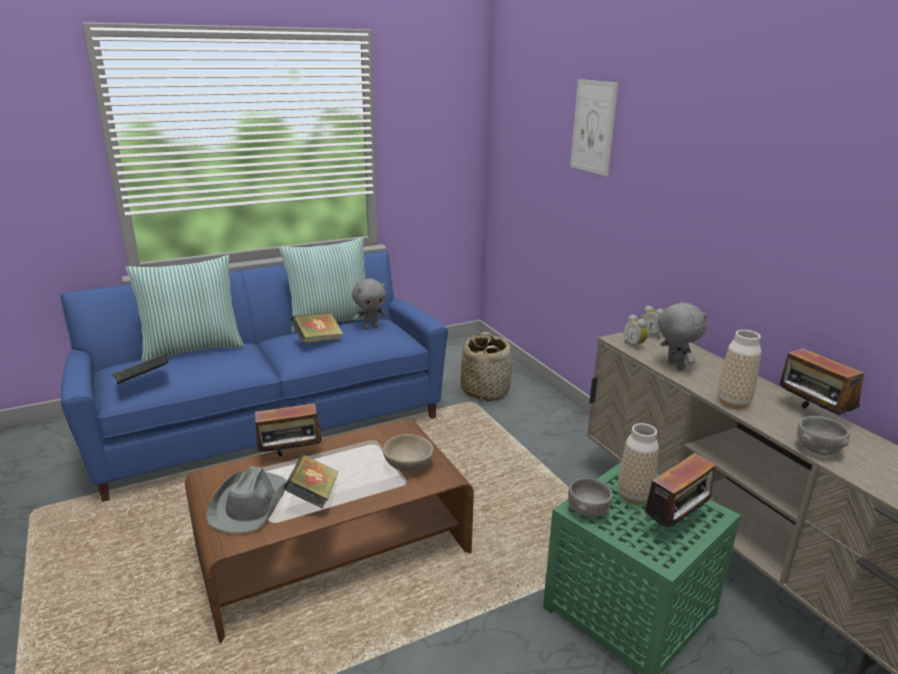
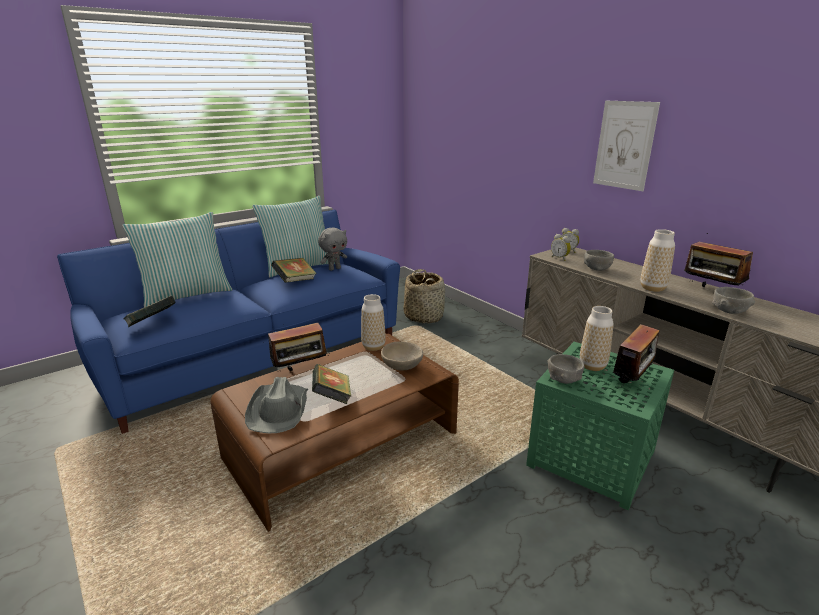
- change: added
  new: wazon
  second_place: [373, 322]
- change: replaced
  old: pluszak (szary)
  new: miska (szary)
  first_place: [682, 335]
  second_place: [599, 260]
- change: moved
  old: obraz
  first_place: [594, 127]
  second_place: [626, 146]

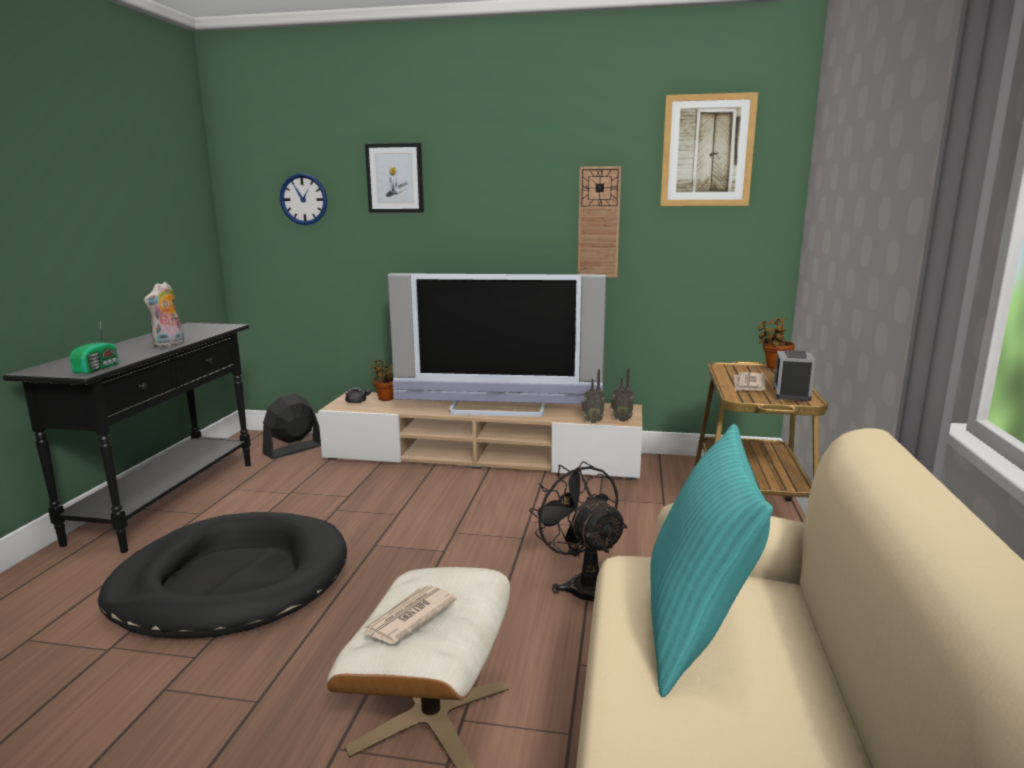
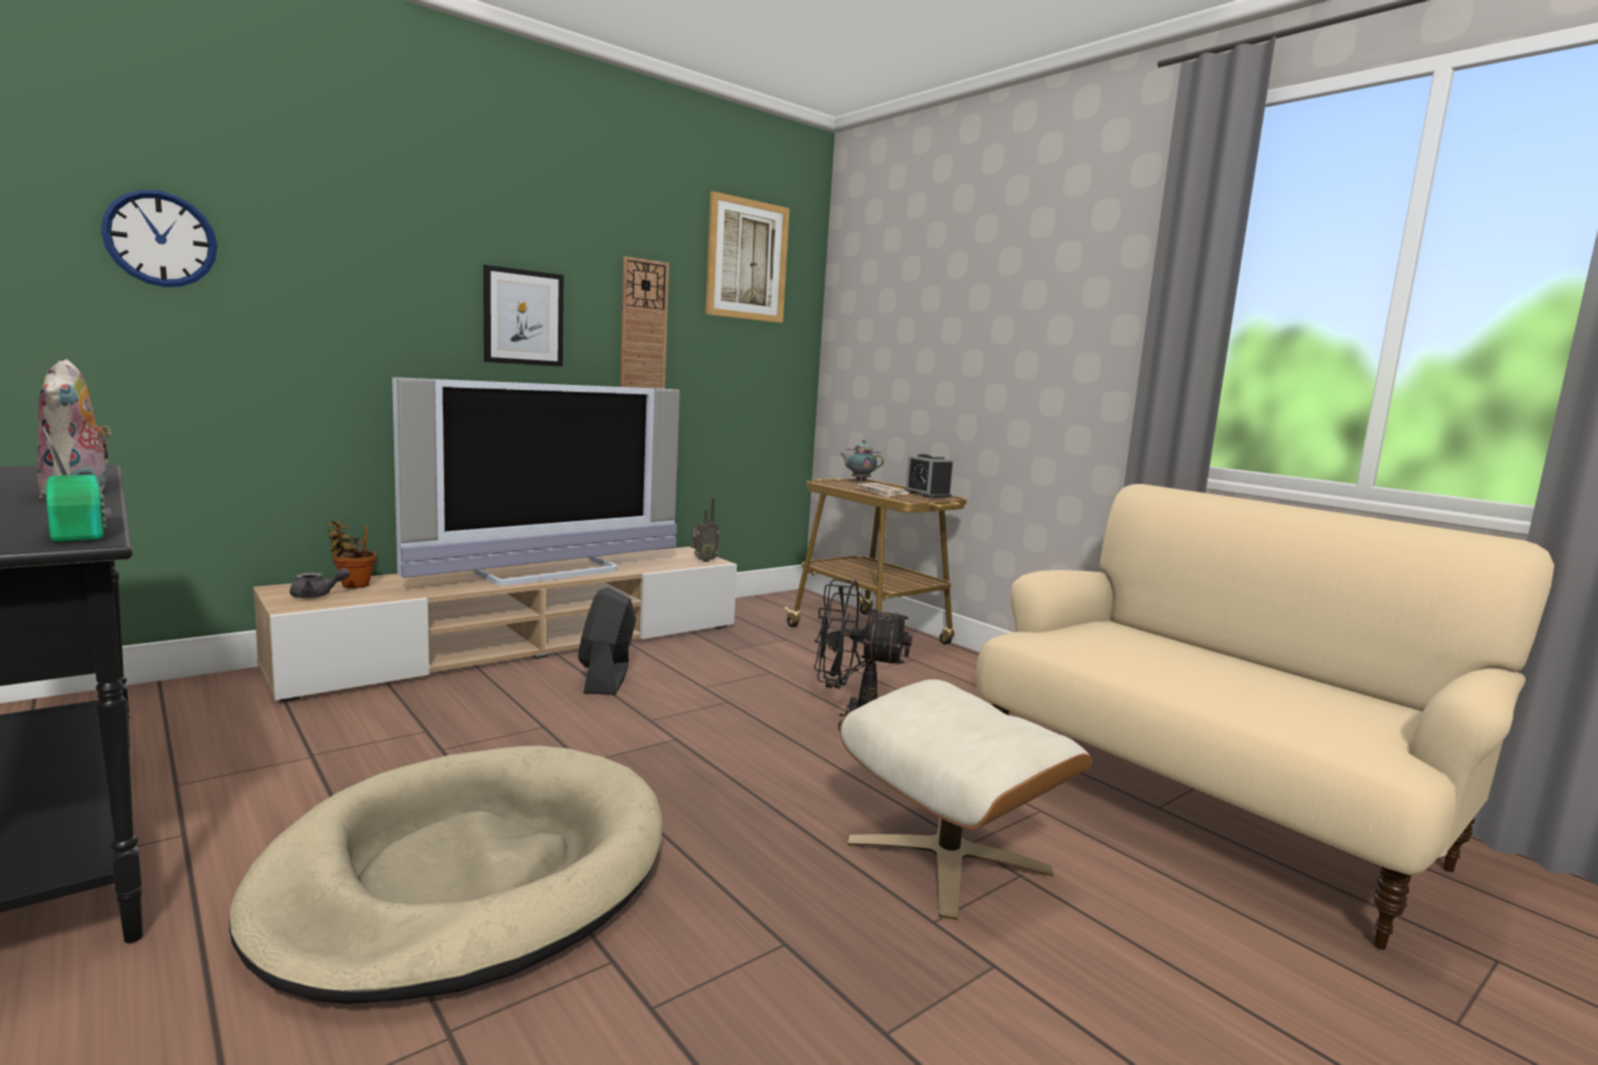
- change: recoloured
  old: legowisko (czarny)
  new: legowisko (beżowy)
  first_place: [222, 575]
  second_place: [446, 875]
- change: moved
  old: obraz
  first_place: [394, 178]
  second_place: [523, 316]
- change: moved
  old: wentylator (czarny)
  first_place: [292, 426]
  second_place: [607, 641]
- change: replaced
  old: roślina doniczkowa
  new: imbryk
  first_place: [776, 343]
  second_place: [862, 460]
- change: removed
  old: gazeta
  first_place: [409, 614]
- change: removed
  old: radio
  first_place: [592, 396]
- change: removed
  old: poduszka (turkusowy)
  first_place: [711, 560]

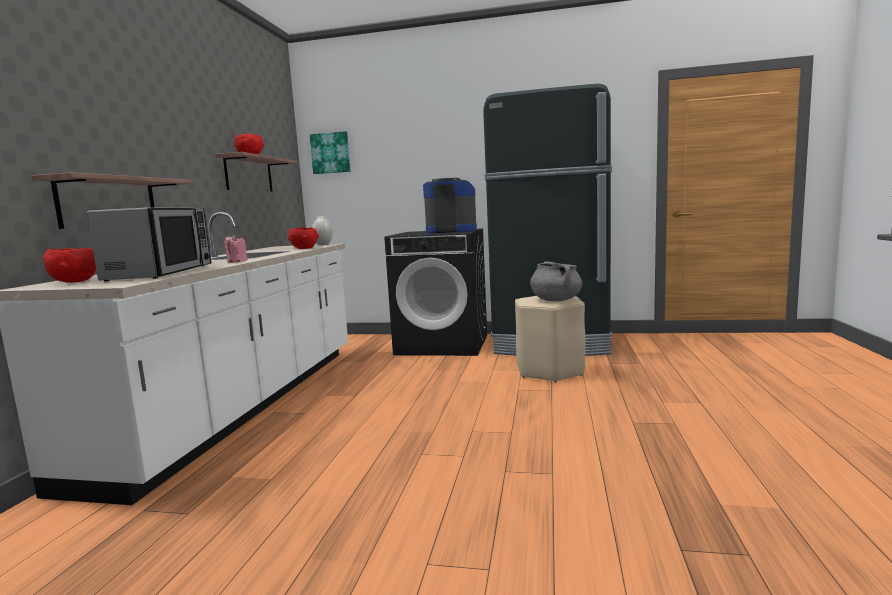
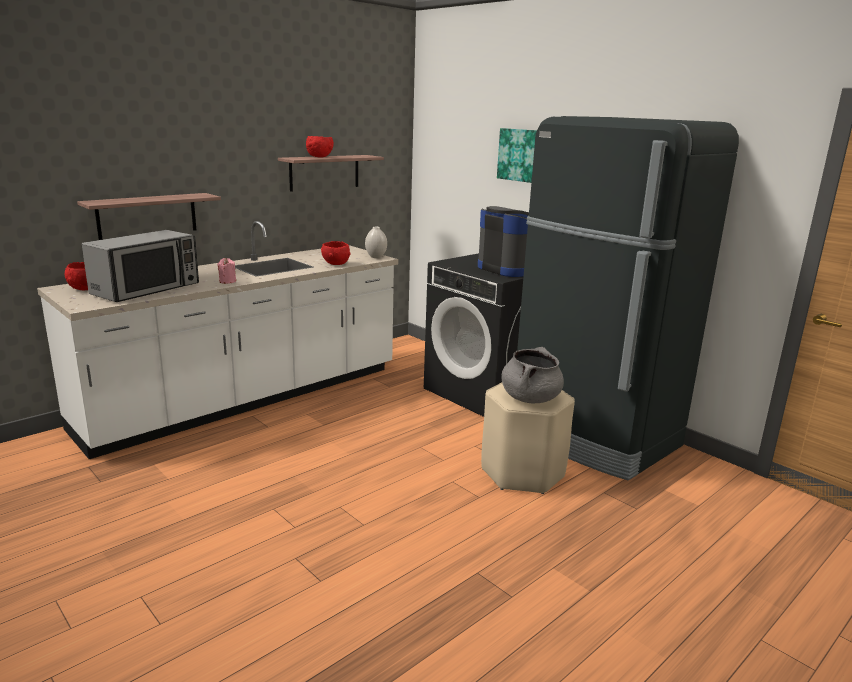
- change: moved
  old: obraz
  first_place: [330, 152]
  second_place: [517, 155]

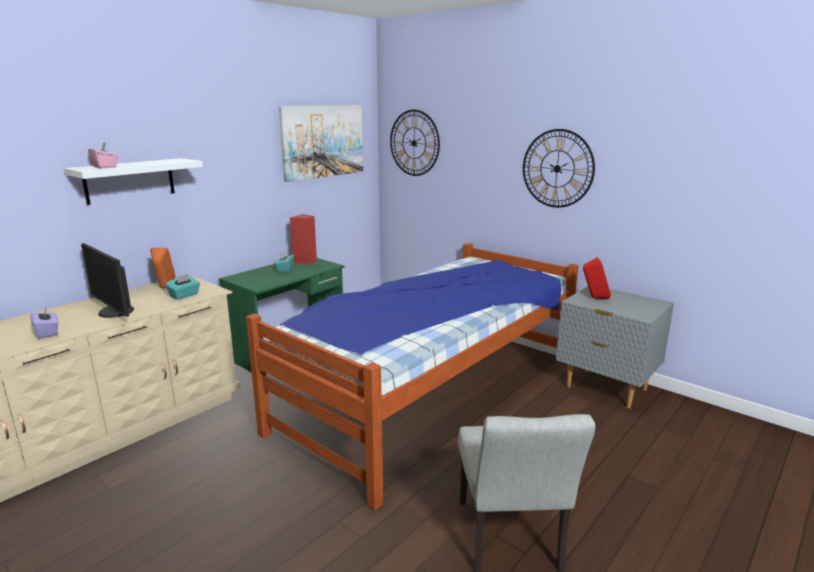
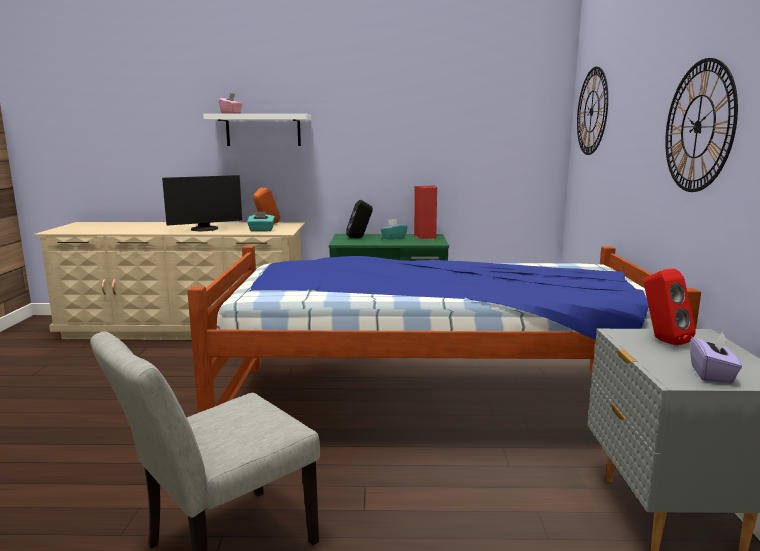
- change: turned
  old: monitor
  first_place: [107, 280]
  second_place: [202, 203]
  degrees: -120
- change: added
  new: głośnik (czarny)
  second_place: [359, 219]
- change: moved
  old: pudełko chusteczek (fioletowy)
  first_place: [44, 324]
  second_place: [716, 358]
- change: removed
  old: obraz
  first_place: [321, 143]

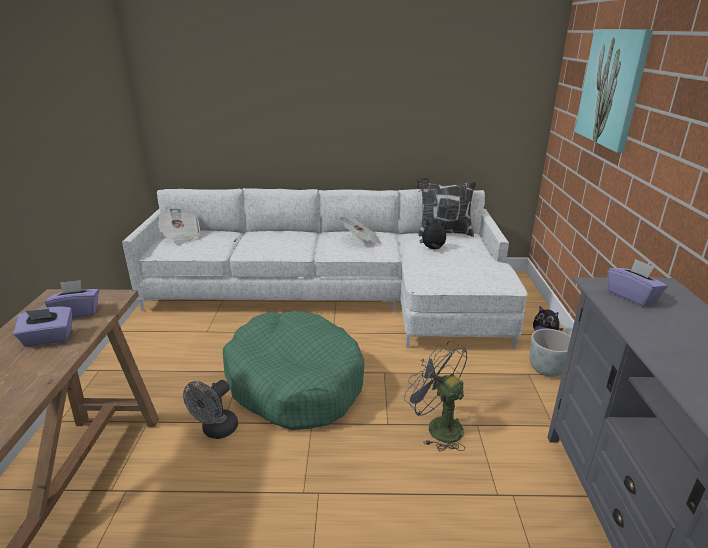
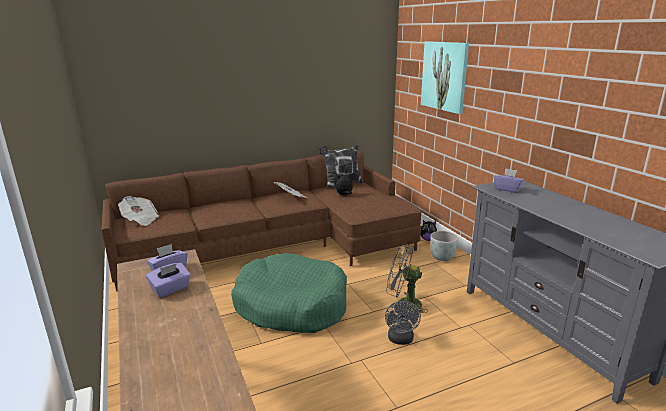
- change: recoloured
  old: kanapa (biały)
  new: kanapa (brązowy)
  first_place: [325, 268]
  second_place: [262, 221]
- change: moved
  old: wentylator (szary)
  first_place: [210, 409]
  second_place: [403, 322]

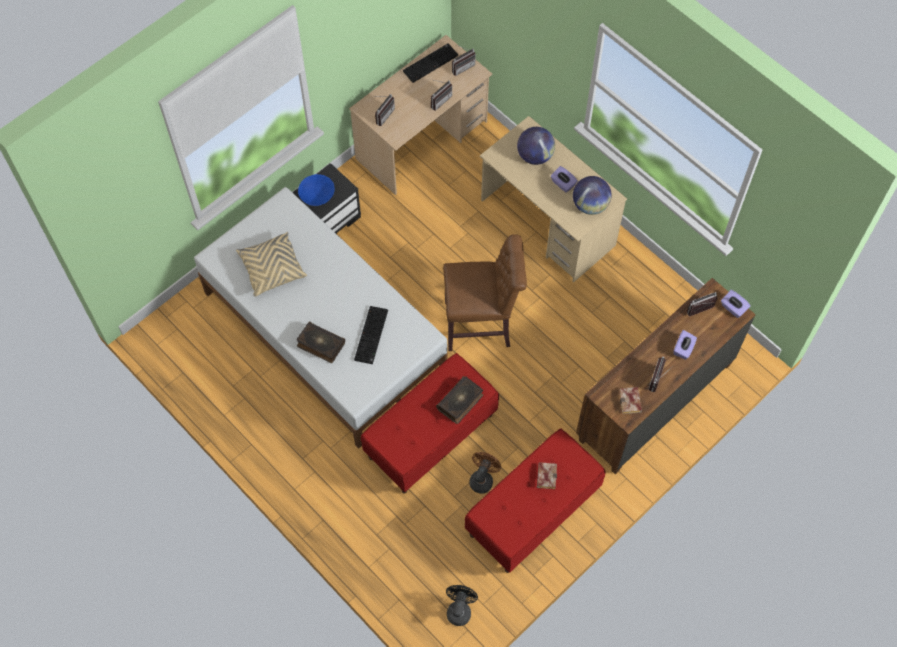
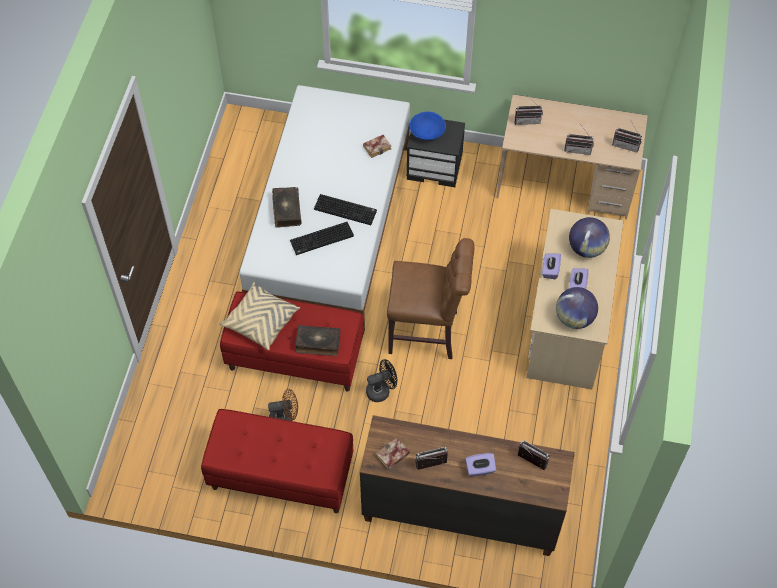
- change: moved
  old: poduszka (beżowy)
  first_place: [271, 264]
  second_place: [260, 316]
- change: moved
  old: klawiatura
  first_place: [430, 63]
  second_place: [345, 209]
- change: moved
  old: książka
  first_place: [547, 475]
  second_place: [377, 146]
- change: moved
  old: wentylator (czarny)
  first_place: [462, 605]
  second_place: [381, 380]
- change: turned
  old: krzesło (brązowy)
  first_place: [485, 292]
  second_place: [430, 298]
  degrees: -45
- change: moved
  old: pudełko chusteczek (fioletowy)
  first_place: [736, 304]
  second_place: [551, 266]

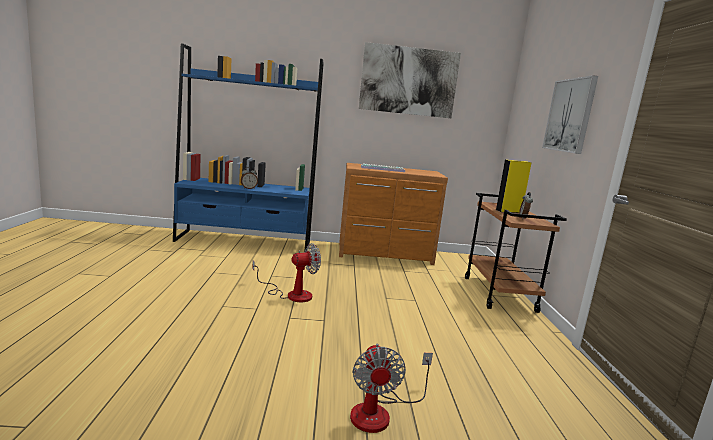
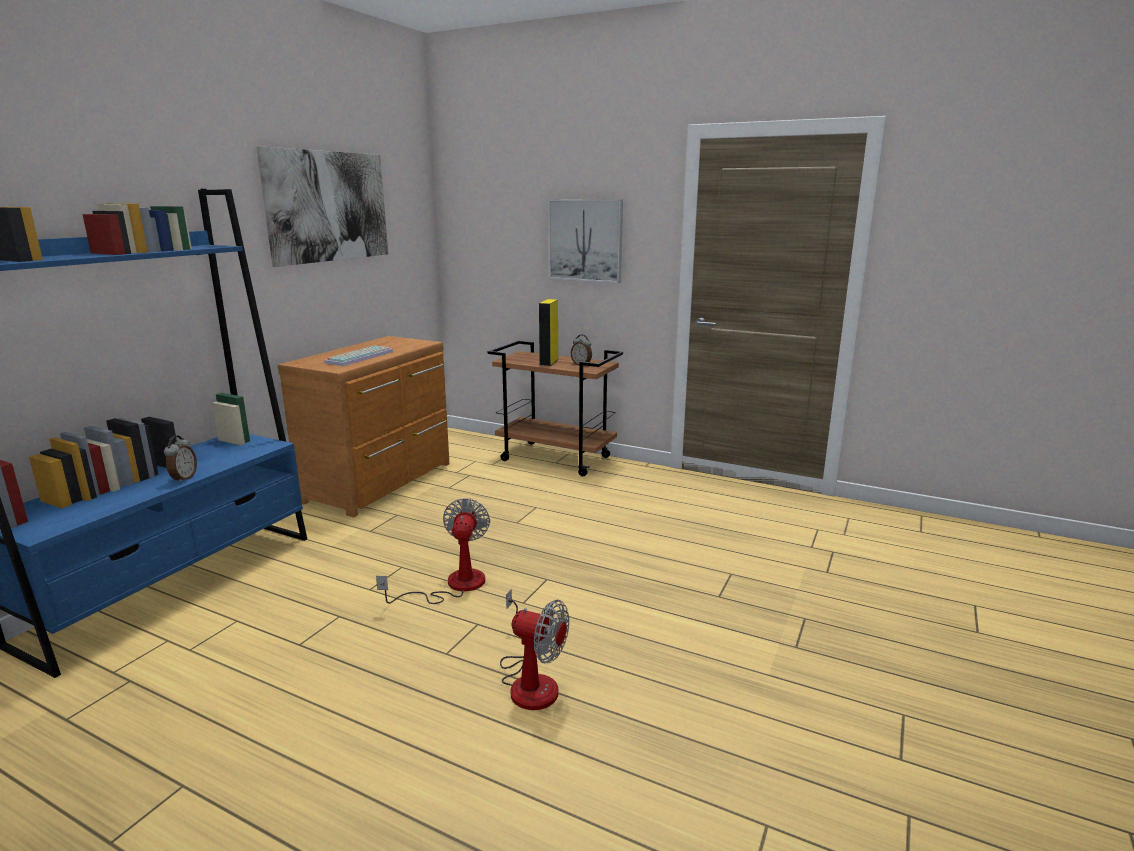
- change: moved
  old: wentylator
  first_place: [391, 388]
  second_place: [534, 649]

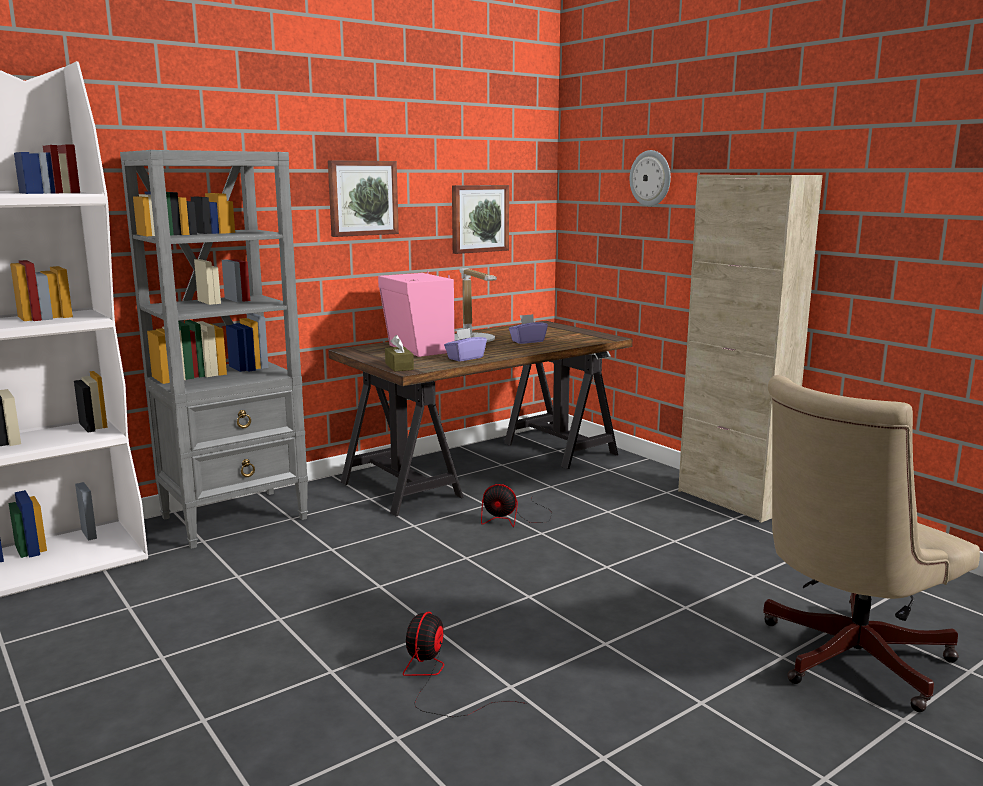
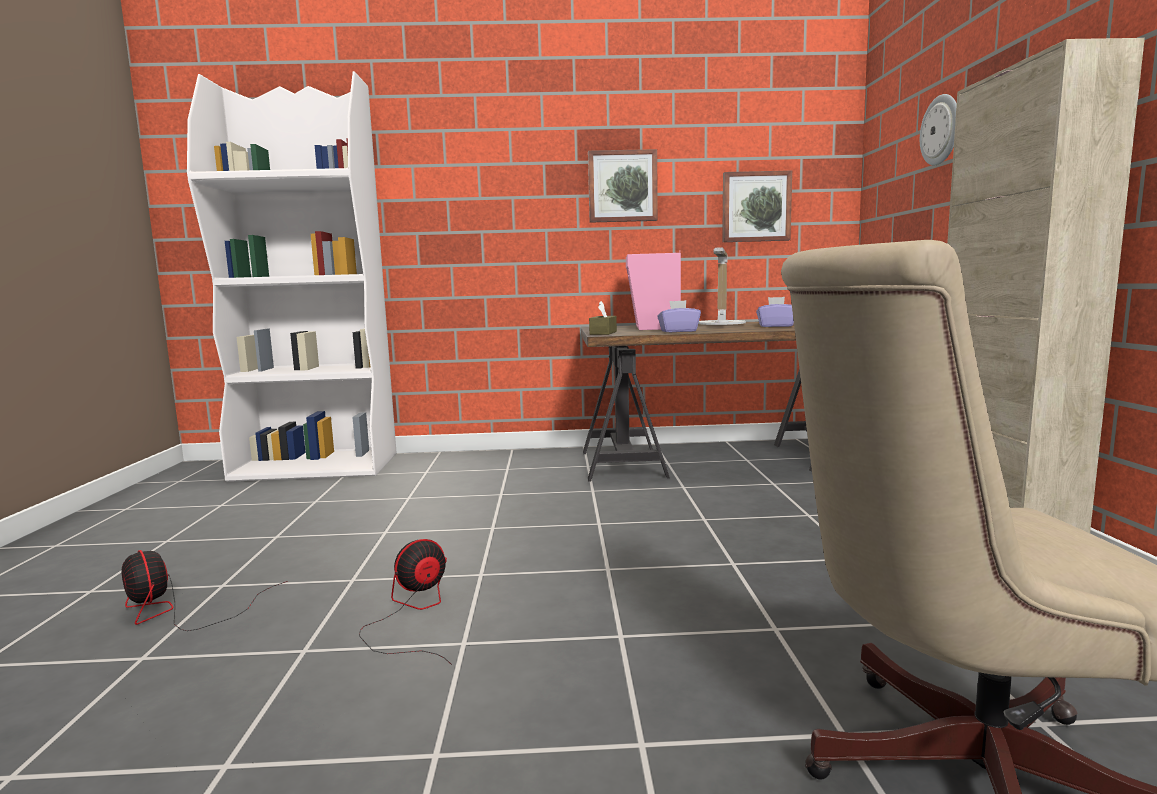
- change: moved
  old: wentylator
  first_place: [516, 505]
  second_place: [204, 590]
- change: removed
  old: regał (szary)
  first_place: [214, 349]

